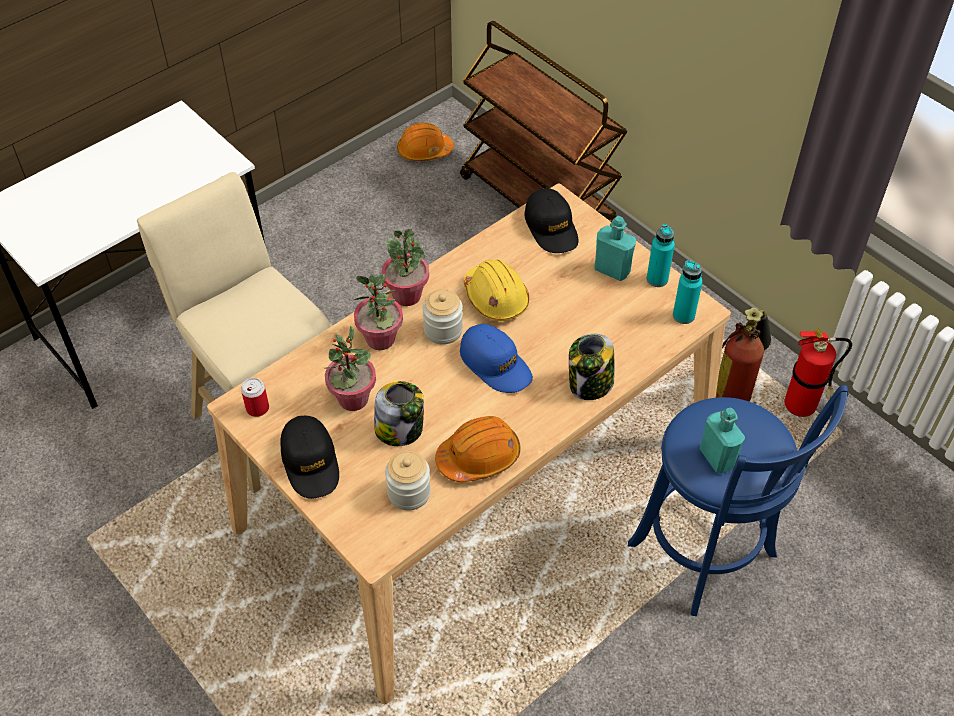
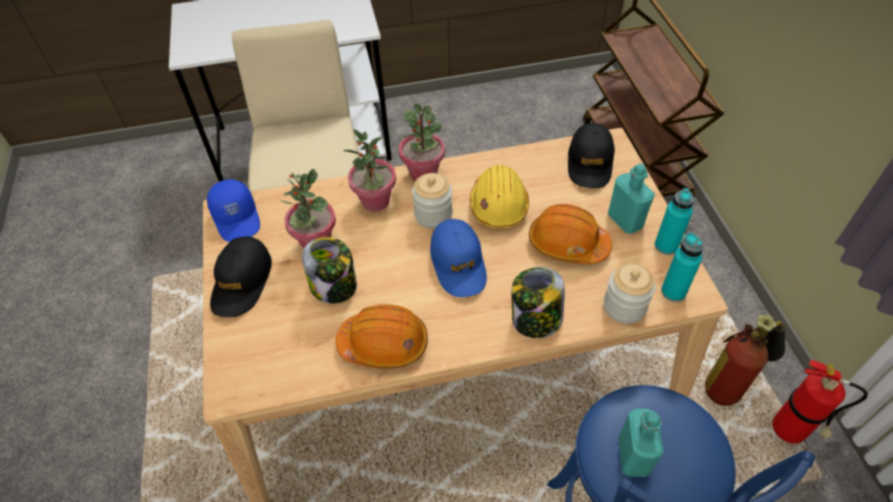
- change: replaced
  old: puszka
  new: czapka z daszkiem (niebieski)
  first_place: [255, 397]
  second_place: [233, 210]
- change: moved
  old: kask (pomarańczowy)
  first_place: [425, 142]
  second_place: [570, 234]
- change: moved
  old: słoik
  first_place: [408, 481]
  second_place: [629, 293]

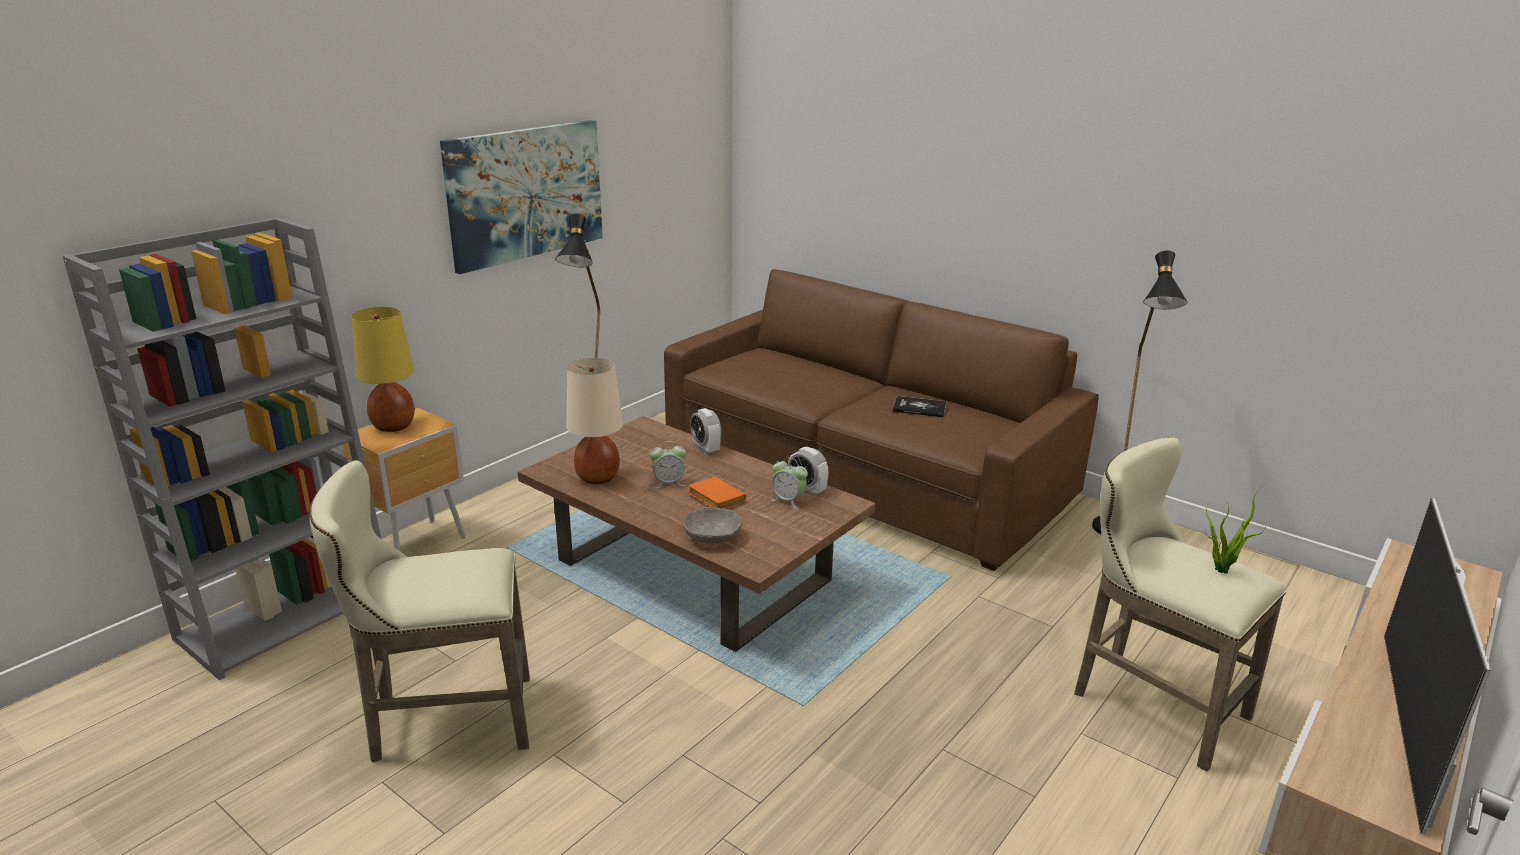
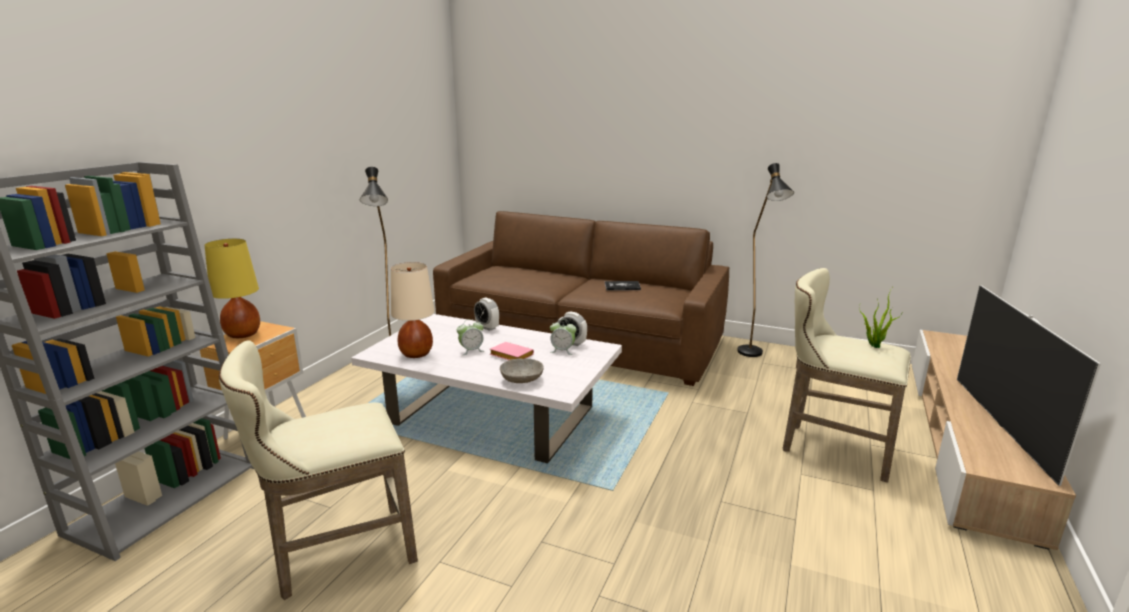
- change: recoloured
  old: ława (brązowy)
  new: ława (biały)
  first_place: [696, 534]
  second_place: [486, 388]
- change: recoloured
  old: książka (pomarańczowy)
  new: książka (różowy)
  first_place: [717, 492]
  second_place: [512, 351]
- change: removed
  old: obraz
  first_place: [521, 197]

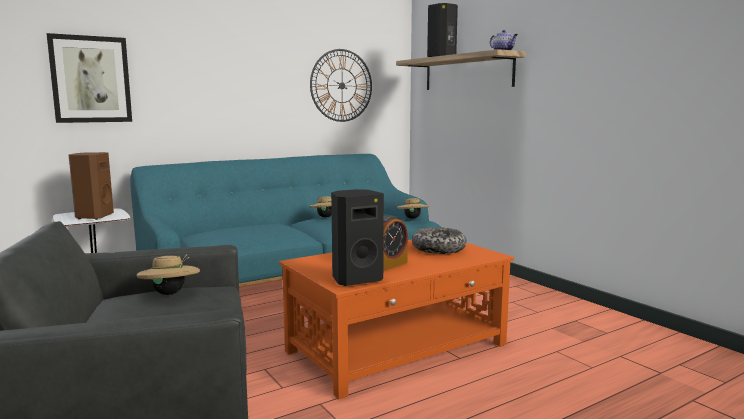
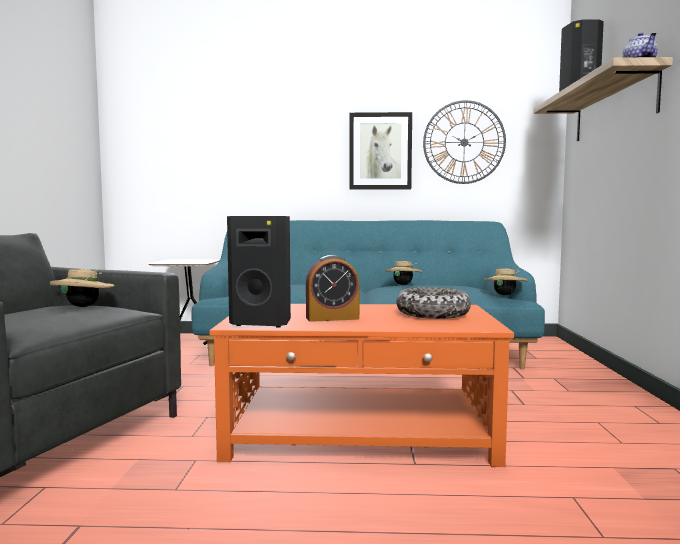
- change: moved
  old: obraz
  first_place: [89, 78]
  second_place: [380, 151]
- change: removed
  old: głośnik (brązowy)
  first_place: [91, 186]

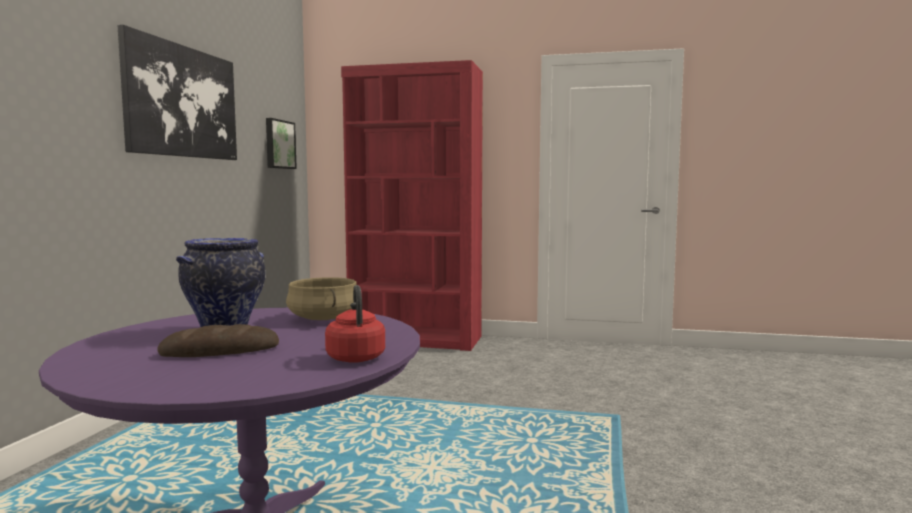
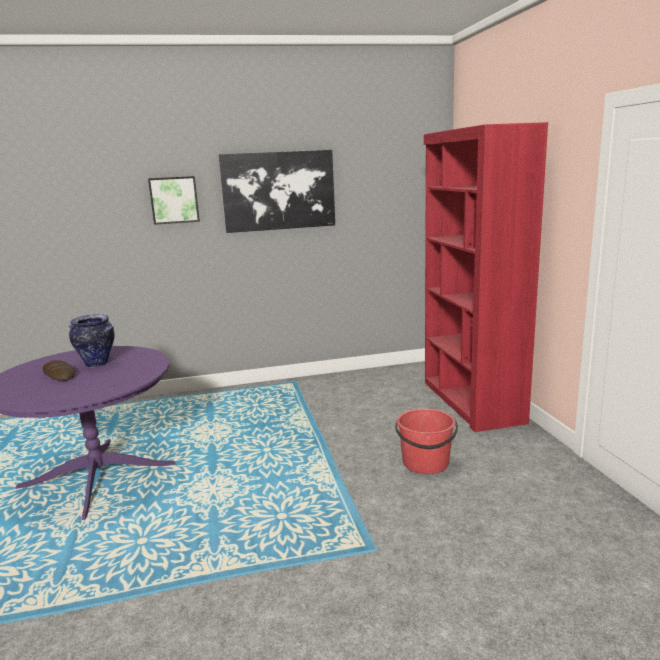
- change: moved
  old: obraz
  first_place: [281, 143]
  second_place: [174, 200]
- change: added
  new: wiadro (czerwony)
  second_place: [427, 441]
- change: removed
  old: garnek (beżowy)
  first_place: [321, 298]
- change: removed
  old: czajnik (czerwony)
  first_place: [355, 324]

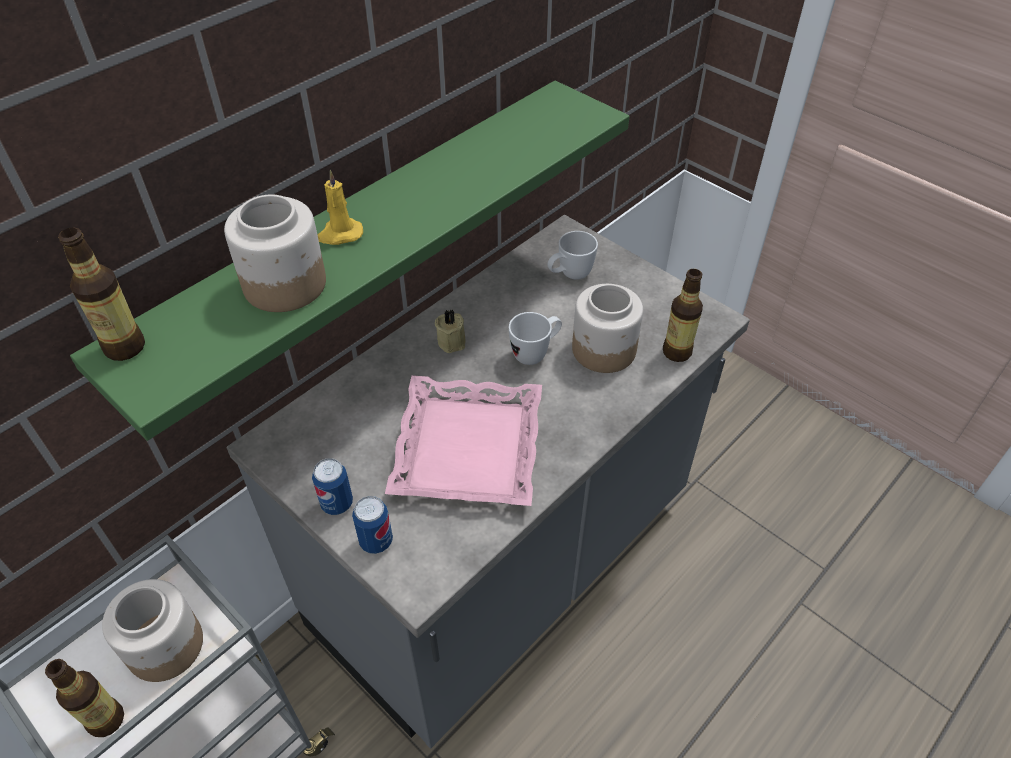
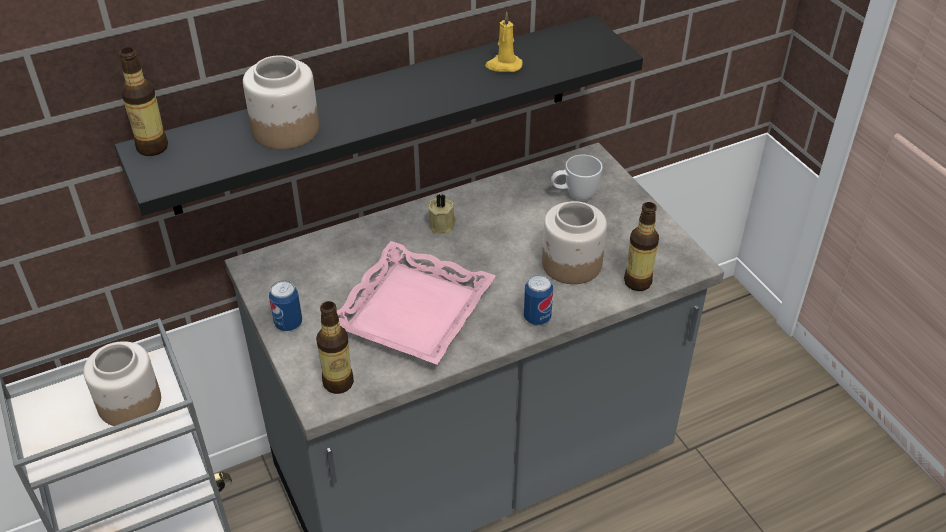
- change: recoloured
  old: półka (zielony)
  new: półka (czarny)
  first_place: [350, 260]
  second_place: [378, 116]
- change: moved
  old: butelka
  first_place: [84, 698]
  second_place: [335, 347]
- change: moved
  old: świeca (żółty)
  first_place: [340, 207]
  second_place: [504, 42]
- change: moved
  old: puszka
  first_place: [372, 525]
  second_place: [538, 299]
- change: removed
  old: kubek (biały)
  first_place: [535, 338]

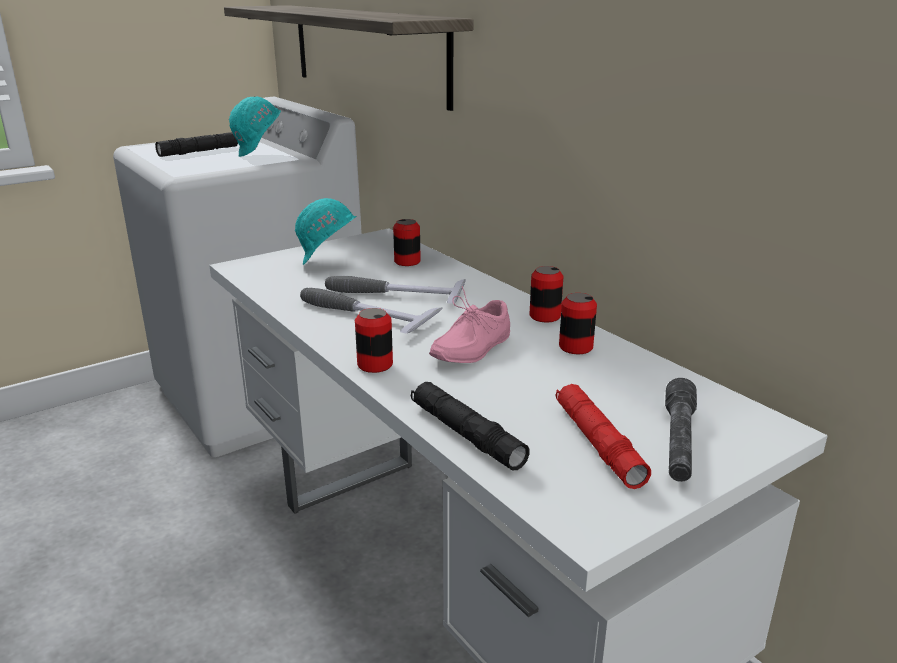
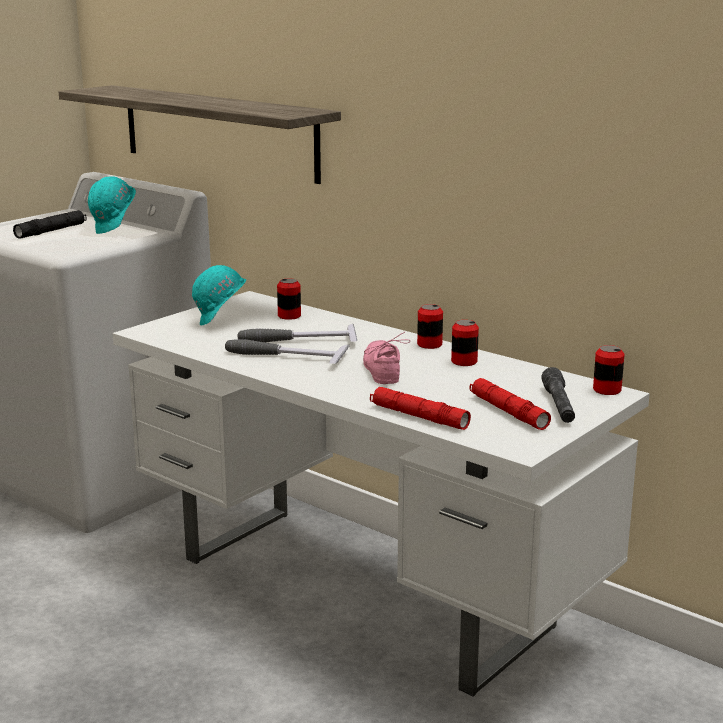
- change: turned
  old: but (różowy)
  first_place: [469, 324]
  second_place: [386, 358]
  degrees: 150
- change: recoloured
  old: latarka (czarny)
  new: latarka (czerwony)
  first_place: [470, 426]
  second_place: [420, 408]
- change: moved
  old: puszka
  first_place: [374, 340]
  second_place: [609, 370]

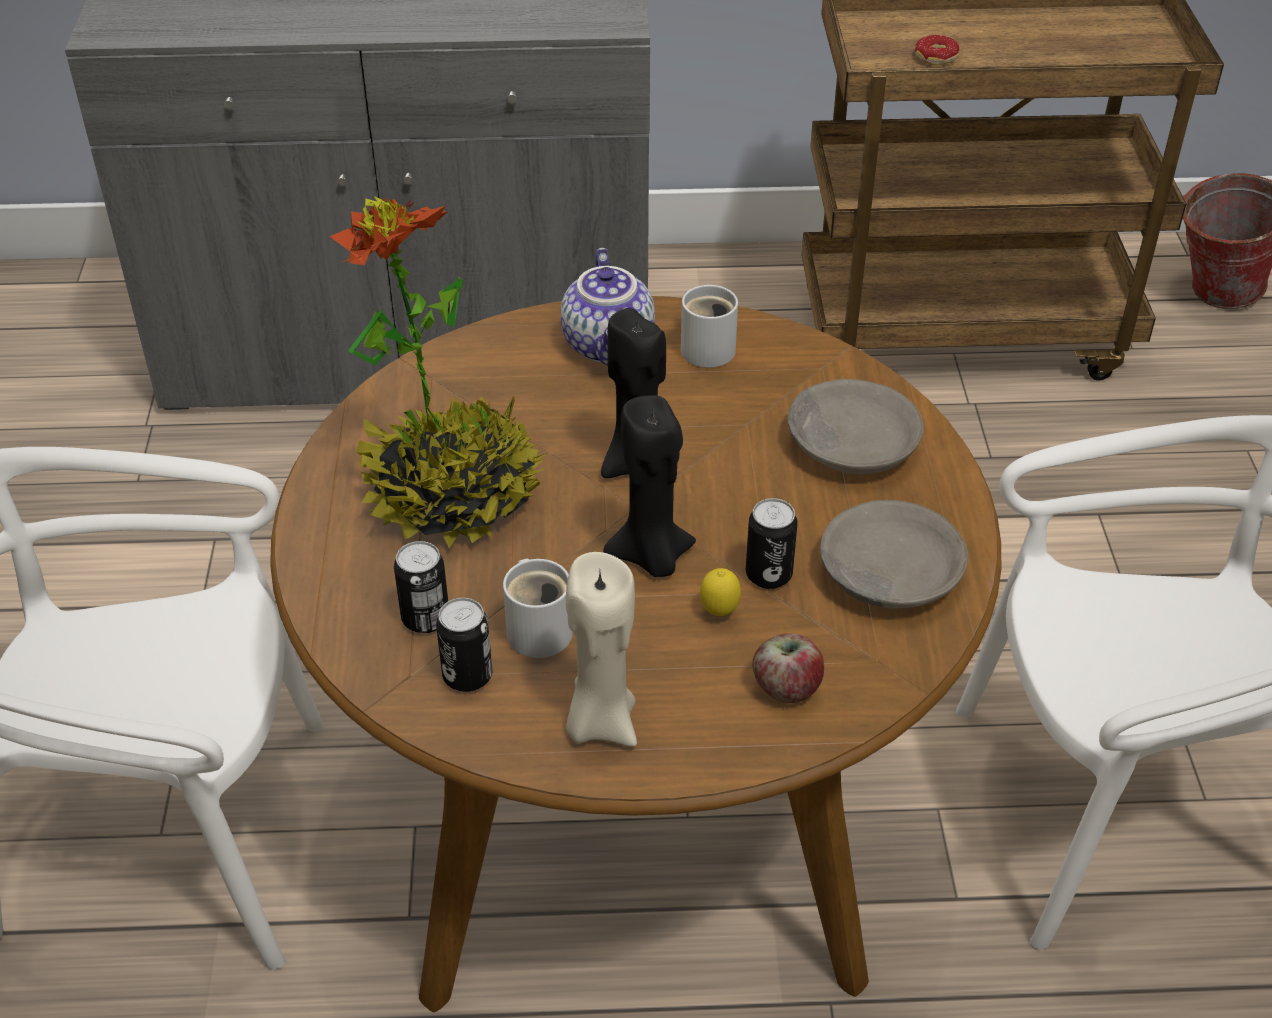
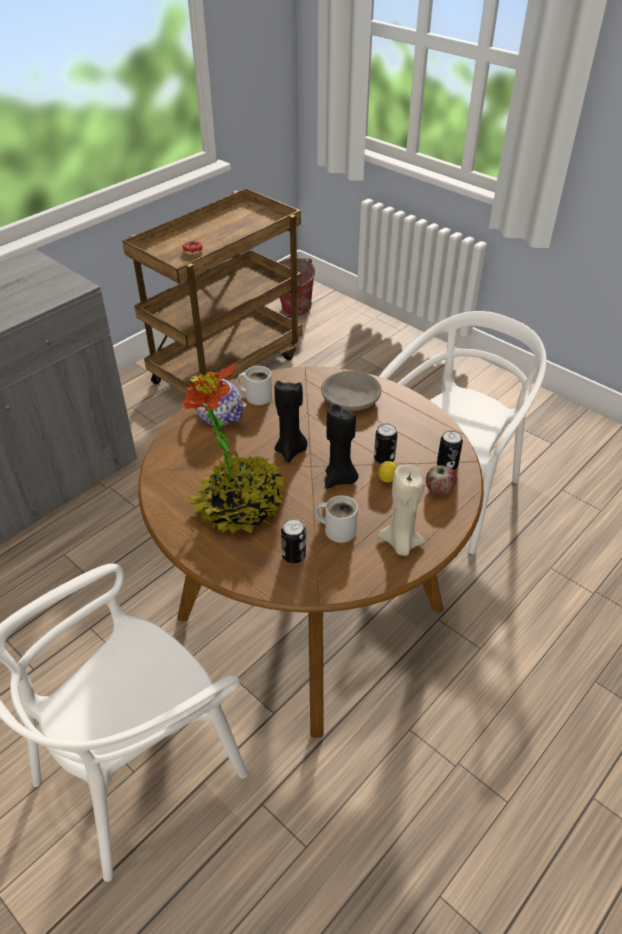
- change: moved
  old: puszka
  first_place: [464, 645]
  second_place: [450, 450]
- change: removed
  old: miska (szary)
  first_place: [894, 554]

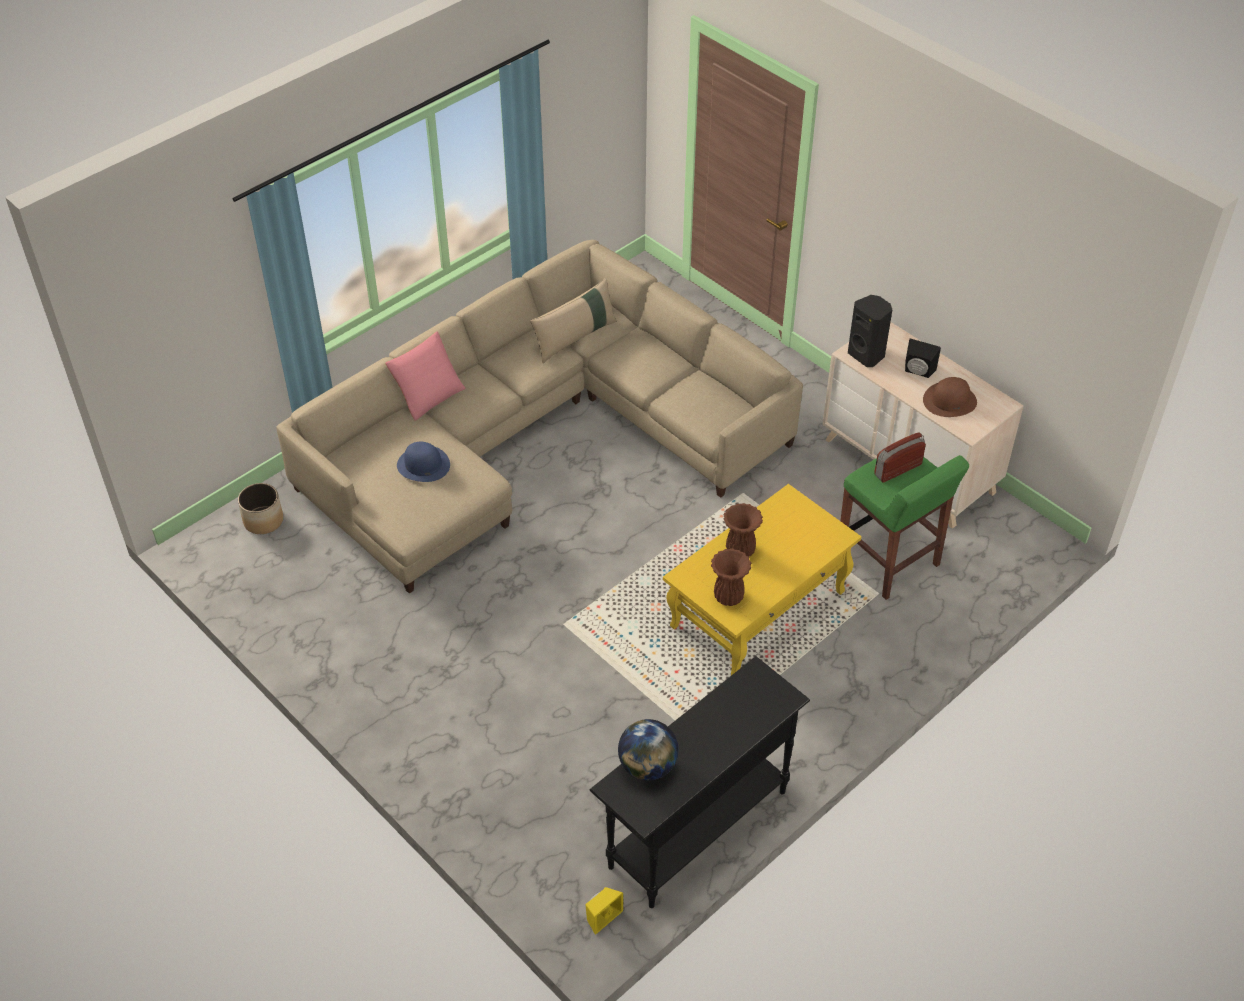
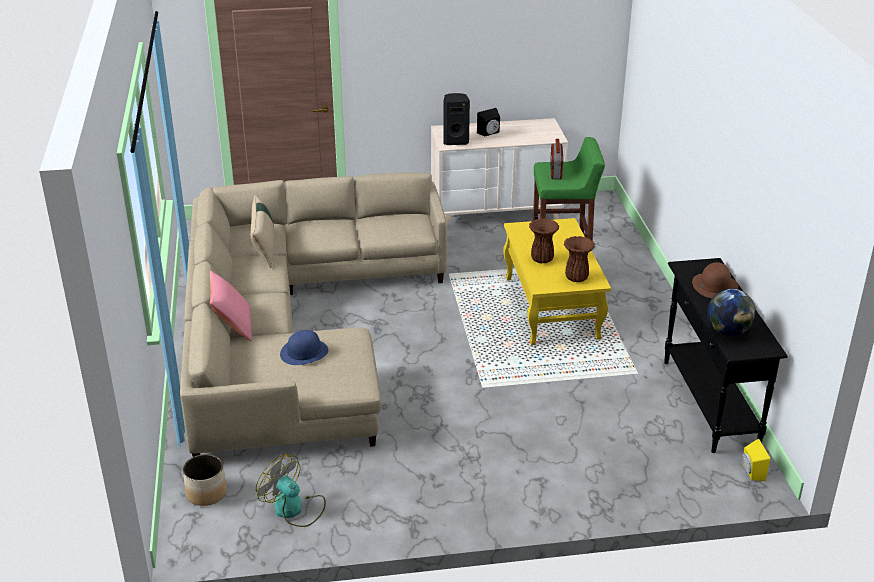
- change: added
  new: wentylator
  second_place: [291, 491]
- change: moved
  old: kapelusz (brązowy)
  first_place: [950, 397]
  second_place: [715, 280]

